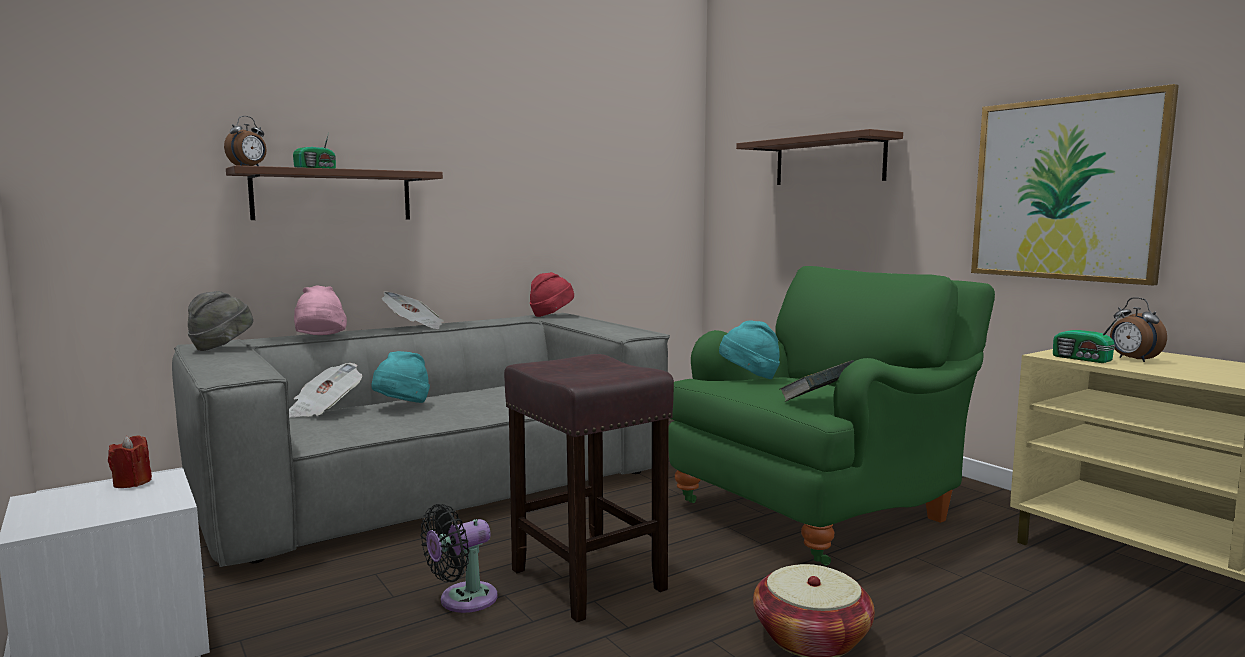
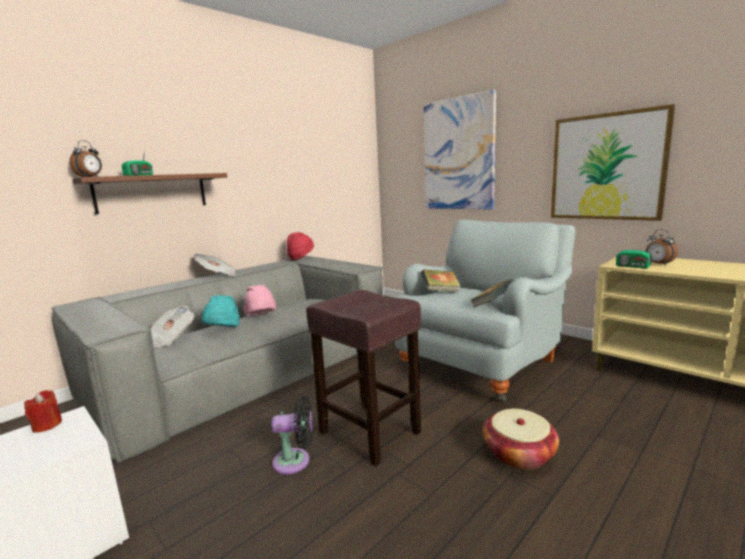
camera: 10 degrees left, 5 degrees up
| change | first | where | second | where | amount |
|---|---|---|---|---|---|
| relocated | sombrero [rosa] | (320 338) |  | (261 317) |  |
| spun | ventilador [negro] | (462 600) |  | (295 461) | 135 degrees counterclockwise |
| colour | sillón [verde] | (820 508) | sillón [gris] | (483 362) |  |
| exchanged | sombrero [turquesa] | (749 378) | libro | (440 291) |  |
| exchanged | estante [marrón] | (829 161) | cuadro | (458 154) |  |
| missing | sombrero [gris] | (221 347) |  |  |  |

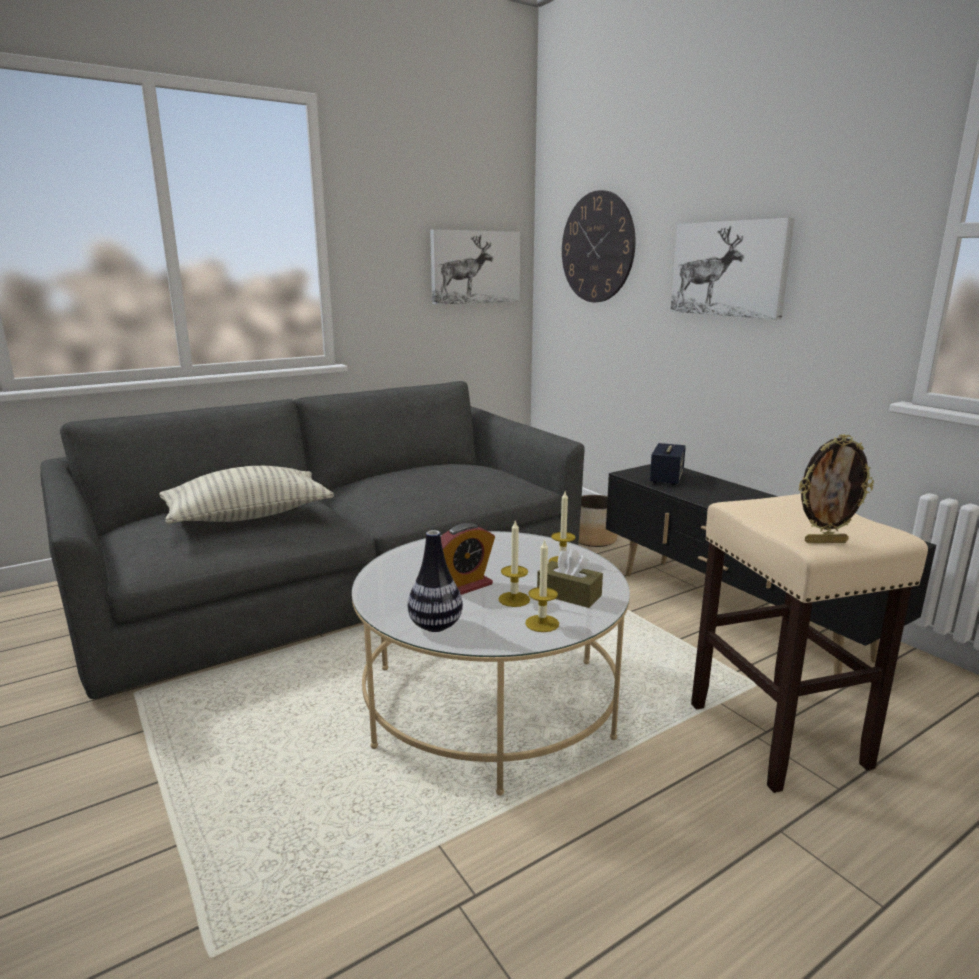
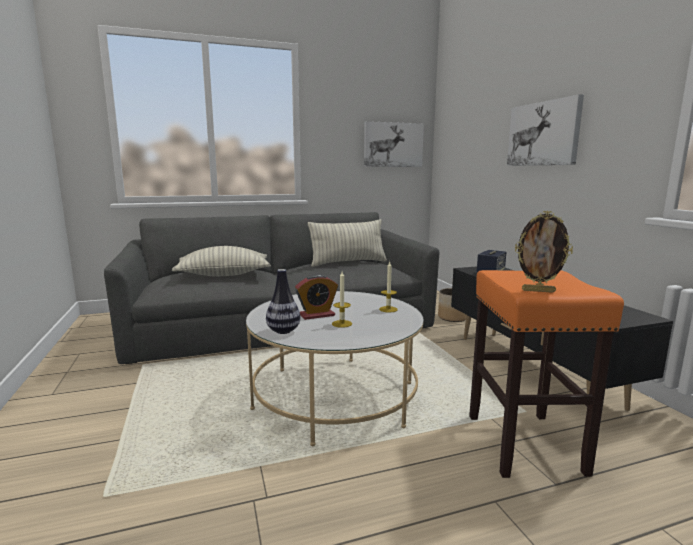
camera: 15 degrees right, 5 degrees down
| change | first | where | second | where | amount |
|---|---|---|---|---|---|
| appeared |  |  | cojín | (348 263) |  |
| colour | taburete [beis] | (779 736) | taburete [naranja] | (525 444) |  |
| missing | vela | (542 623) |  |  |  |
| missing | caja de pañuelos [marrón] | (569 595) |  |  |  |
| missing | reloj de pared | (597 247) |  |  |  |

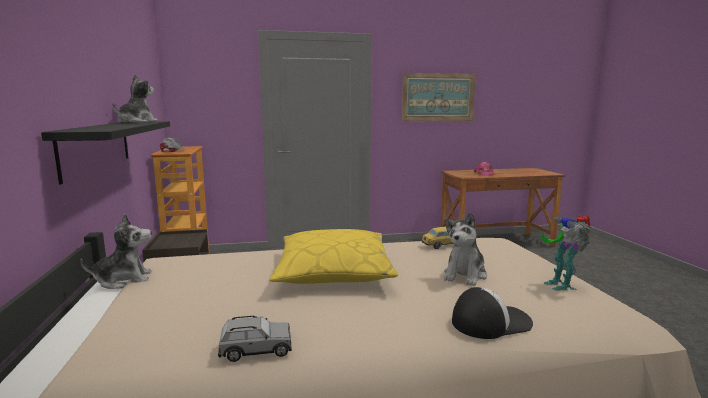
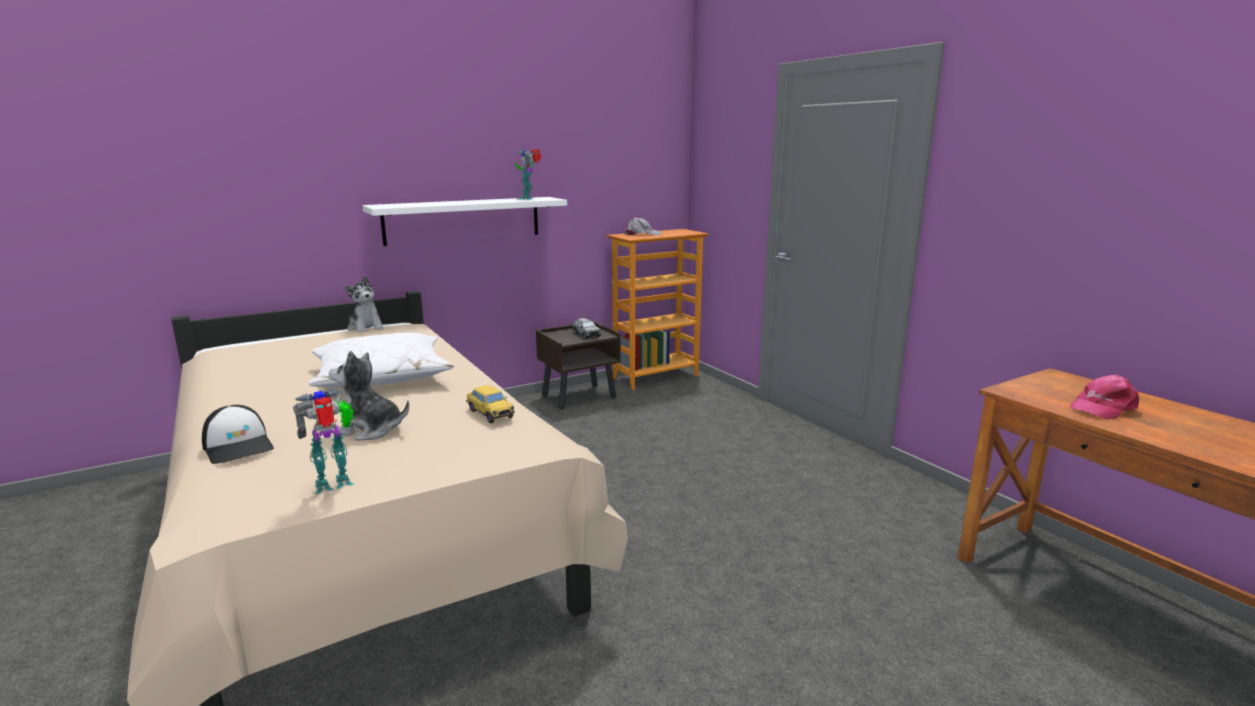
camera: 70 degrees right, 5 degrees up
| change | first | where | second | where | amount |
|---|---|---|---|---|---|
| colour | cojín [amarillo] | (333 271) | cojín [blanco] | (382 376) |  |
| colour | estante [negro] | (97 147) | estante [blanco] | (463 220) |  |
| exchanged | peluche | (137 122) | robot de juguete | (527 198) |  |
| relocated | coche de juguete [gris] | (256 350) |  | (586 334) |  |
| missing | cuadro | (438 97) |  |  |  |

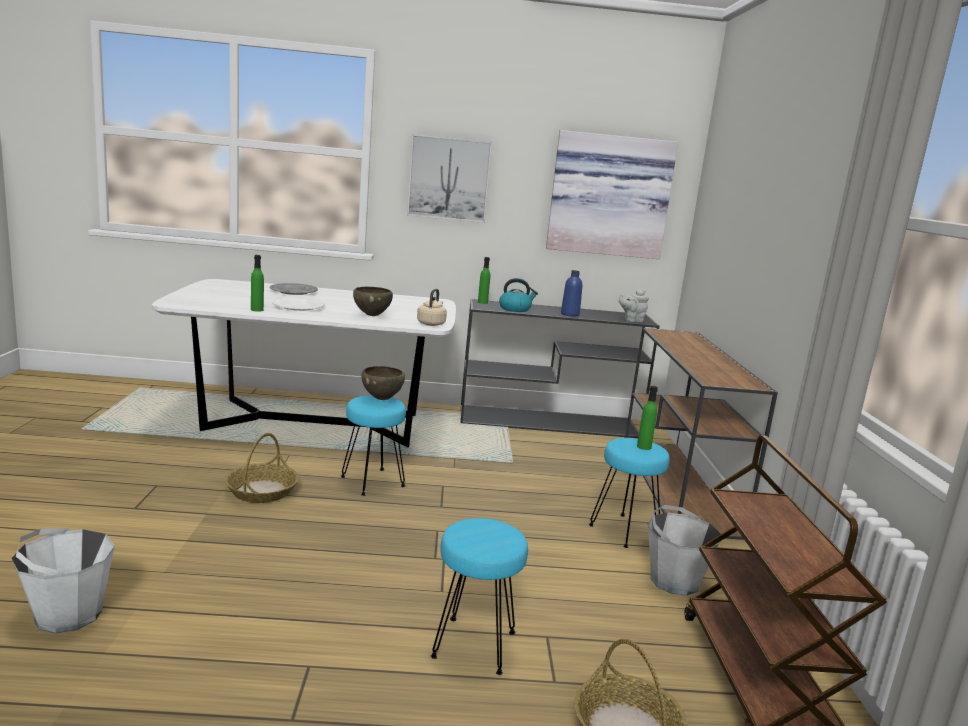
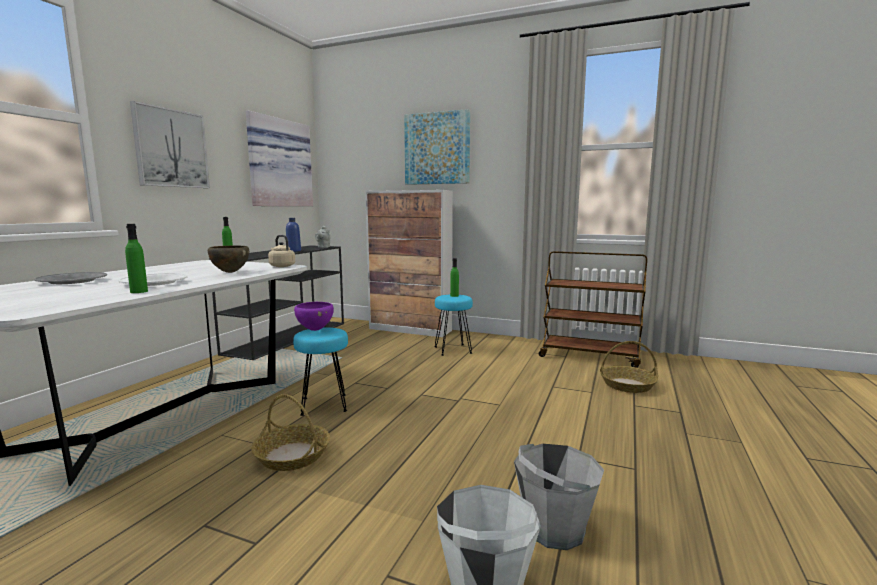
camera: 65 degrees left, 5 degrees down
| change | first | where | second | where | amount |
|---|---|---|---|---|---|
| colour | cuenco [marrón] | (382 399) | cuenco [morado] | (315 330) |  |
| exchanged | mesa consola [marrón] | (678 485) | armario | (410 330) |  |
| appeared |  |  | cuadro | (437 148) |  |
| relocated | cubo [gris] | (674 581) |  | (554 528) |  |
| missing | taburete [turquesa] | (473 646) |  |  |  |
| missing | hervidor | (515 309) |  |  |  |

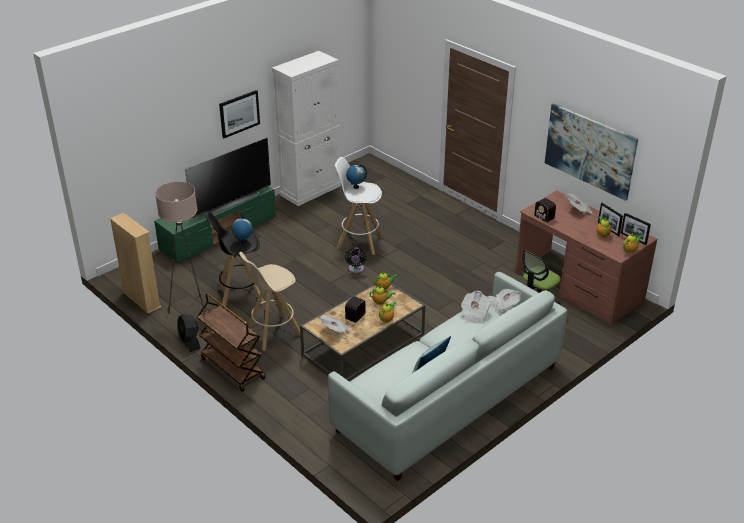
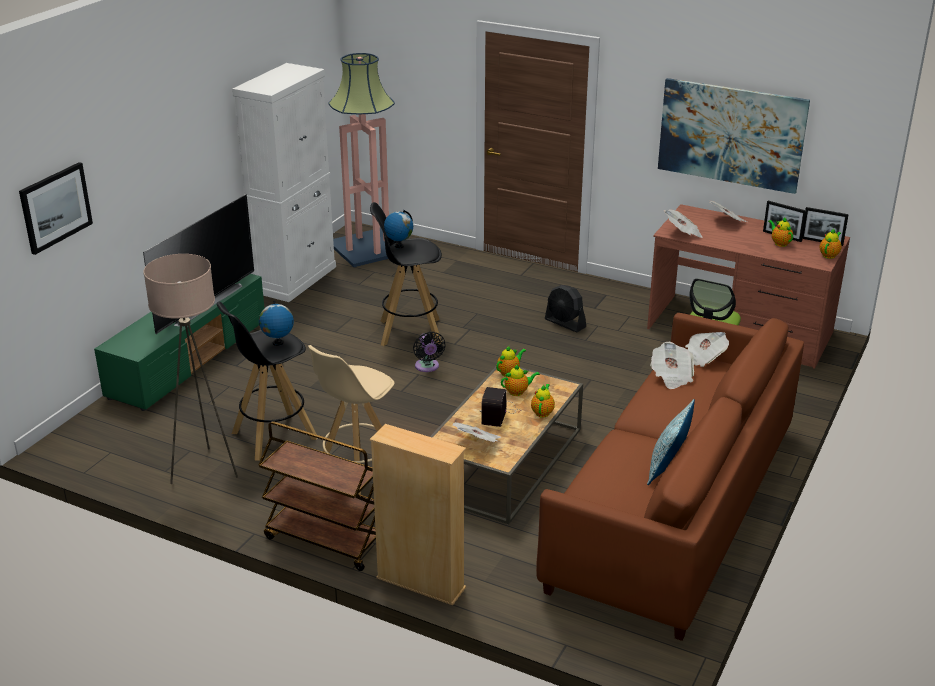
camera: 20 degrees left, 5 degrees down
| change | first | where | second | where | amount |
|---|---|---|---|---|---|
| relocated | cuadro | (239 113) |  | (55 207) |  |
| appeared |  |  | lámpara de pie | (368 248) |  |
| colour | taburete [blanco] | (359 242) | taburete [negro] | (409 332) |  |
| relocated | estantería [beis] | (142 300) |  | (420 583) |  |
| colour | sofá [blanco] | (449 399) | sofá [marrón] | (674 507) |  |
| relocated | ventilador [negro] | (189 341) |  | (565 323) |  |
| exchanged | radio | (540 213) | periódico | (683 233) |  |

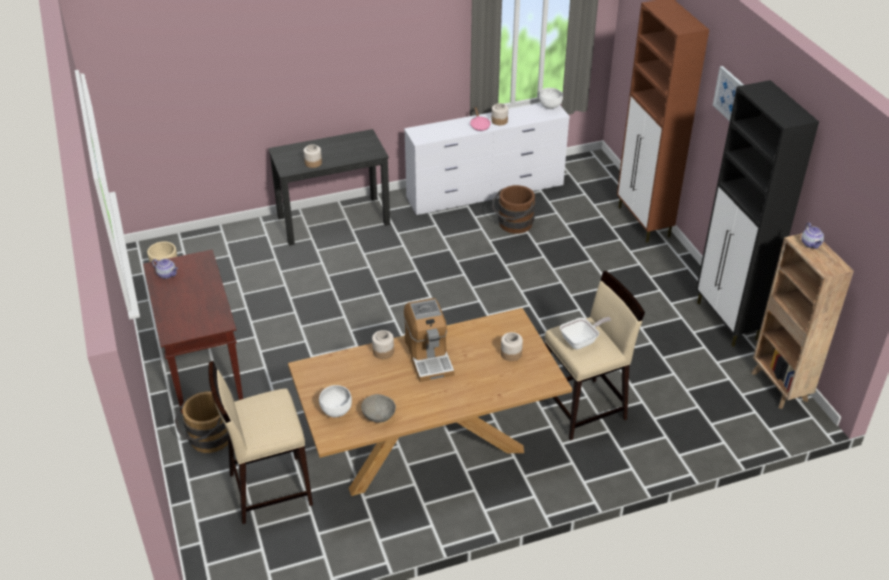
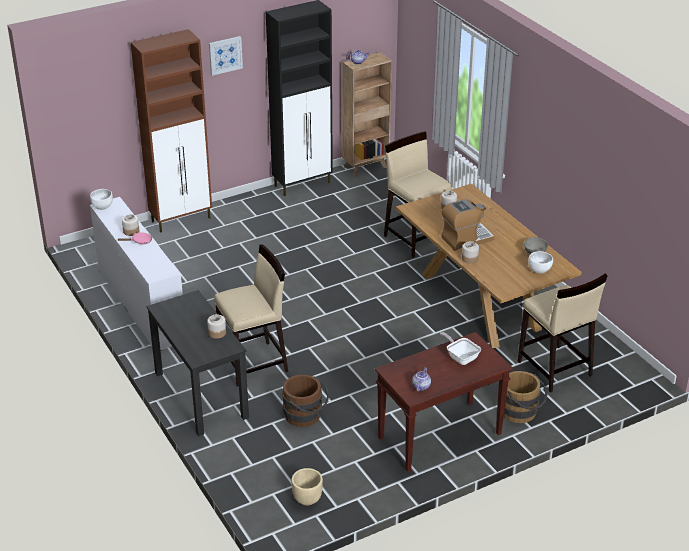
camera: 100 degrees left, 5 degrees down
| change | first | where | second | where | amount |
|---|---|---|---|---|---|
| appeared |  |  | taburete [beis] | (254 364) |  |
| relocated | cubo [marrón] | (513 225) |  | (306 416) |  |
| relocated | sartén | (581 341) |  | (460 357) |  |

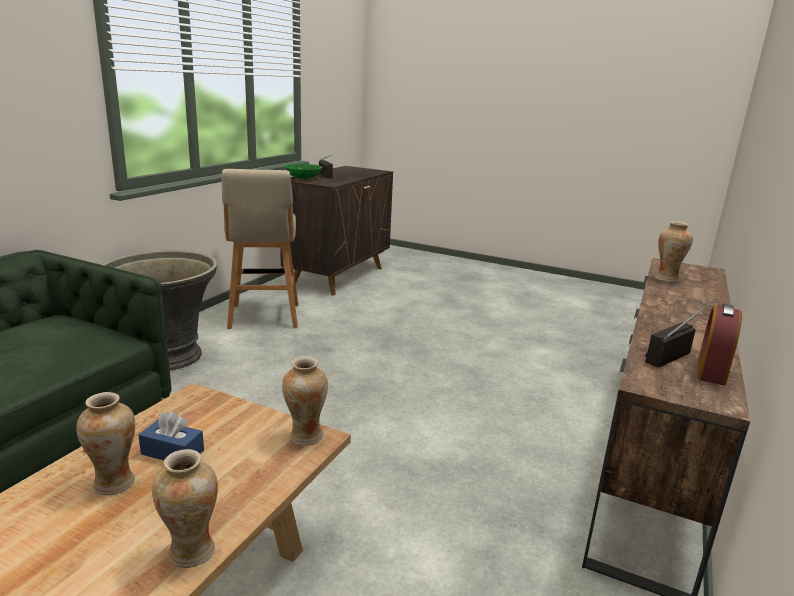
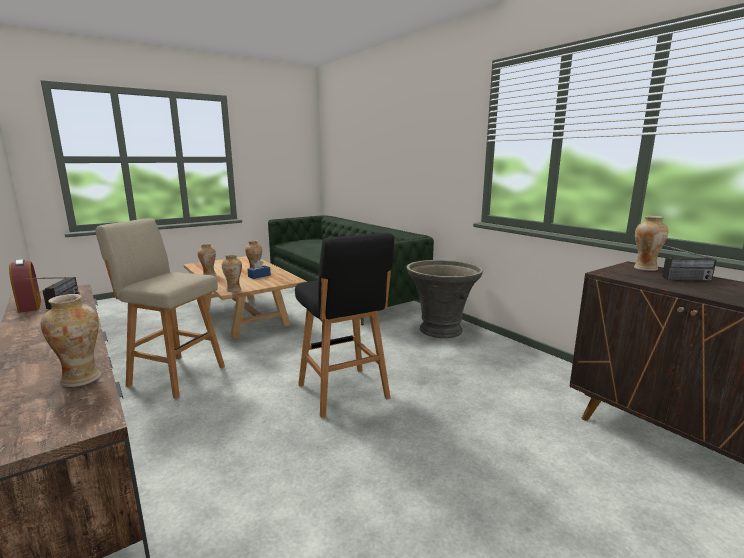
camera: 120 degrees right, 5 degrees down
| change | first | where | second | where | amount |
|---|---|---|---|---|---|
| relocated | taburete [beis] | (264 317) |  | (175 375) |  |
| appeared |  |  | taburete [negro] | (344 393) |  |
| exchanged | cuenco [verde] | (303 178) | florero | (645 268) |  |

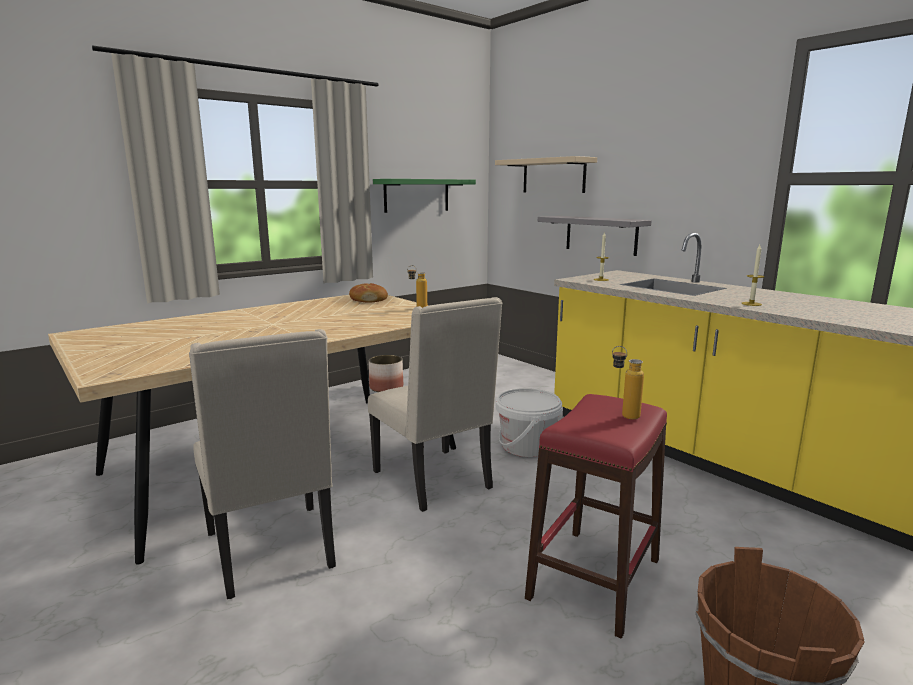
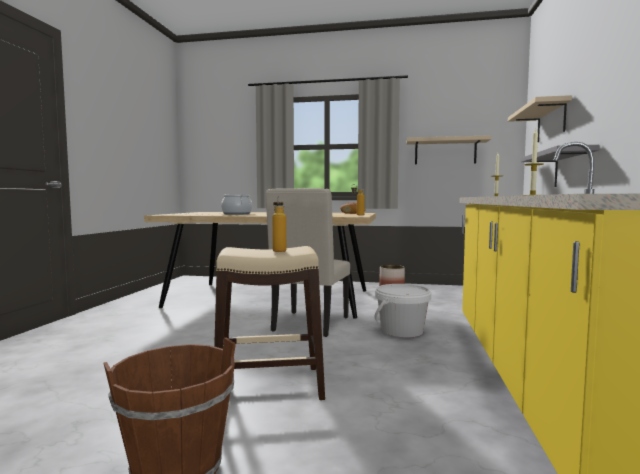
camera: 50 degrees right, 10 degrees down
| change | first | where | second | where | amount |
|---|---|---|---|---|---|
| colour | taburete [rojo] | (596 578) | taburete [beis] | (269 386) |  |
| appeared |  |  | olla | (236 214) |  |
| colour | estante [verde] | (416 195) | estante [beis] | (445 152) |  |
| missing | silla [beis] | (273 551) |  |  |  |

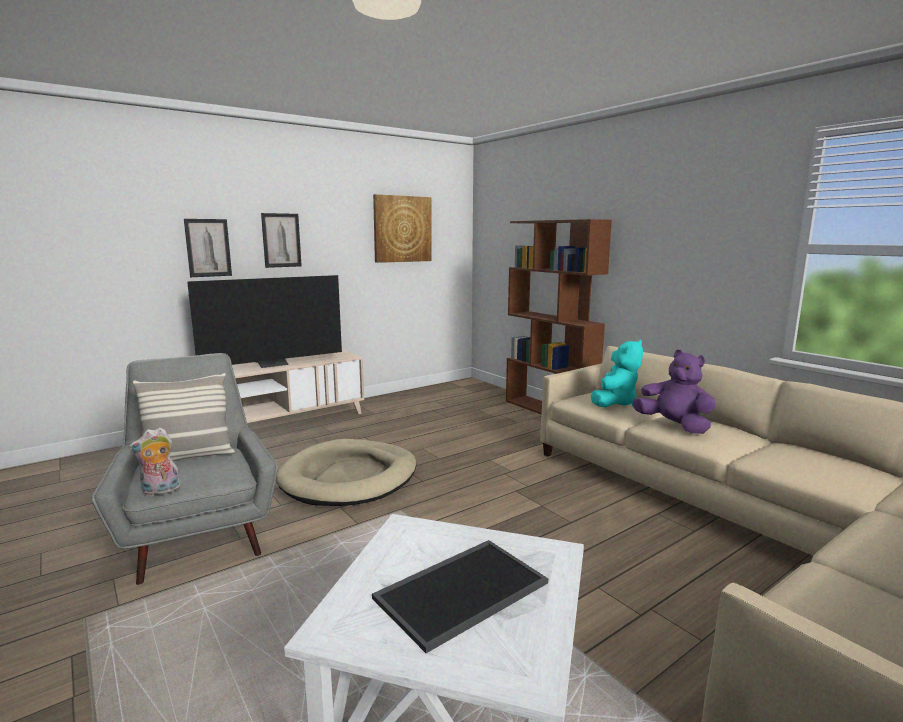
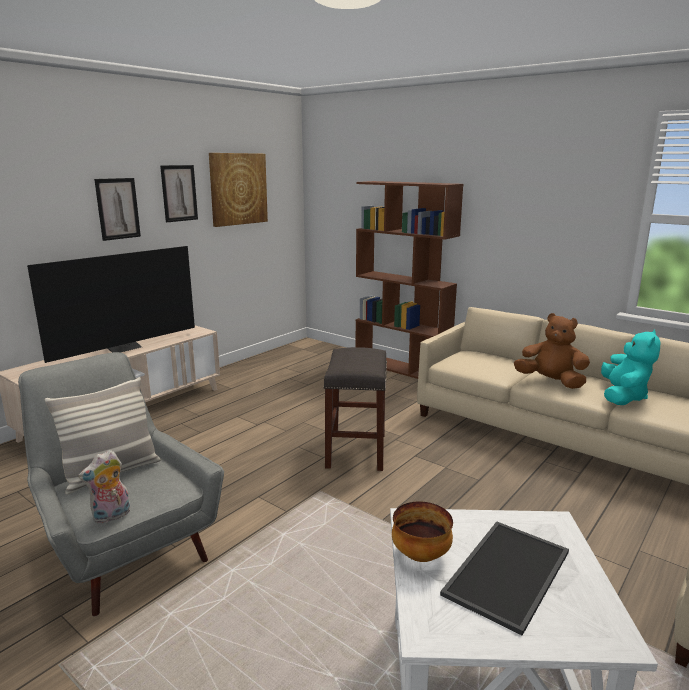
camera: 15 degrees left, 5 degrees up
| change | first | where | second | where | amount |
|---|---|---|---|---|---|
| relocated | cuadro | (208 248) |  | (179 193) |  |
| appeared |  |  | taburete [gris] | (356 451) |  |
| appeared |  |  | cuenco | (421 555) |  |
| colour | peluche [morado] | (674 426) | peluche [marrón] | (551 382) |  |
| relocated | peluche [turquesa] | (614 402) |  | (623 396) |  |
| missing | cama para perro [beis] | (349 477) |  |  |  |

